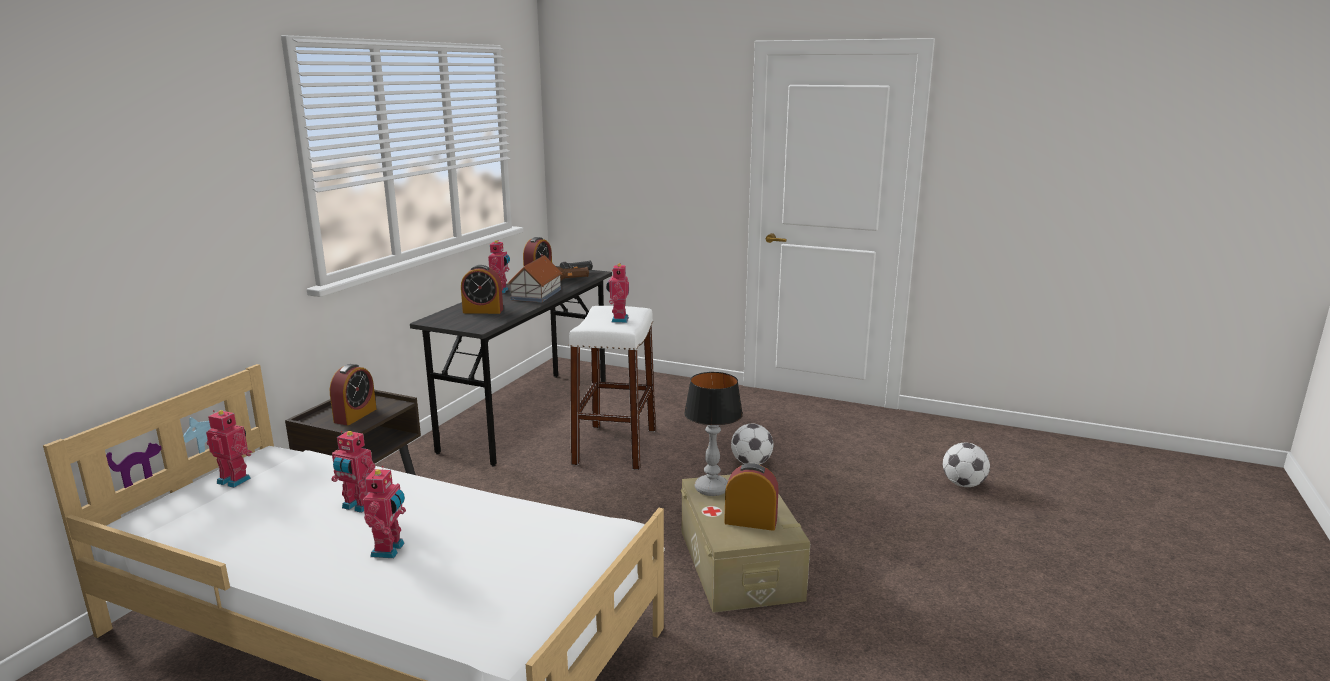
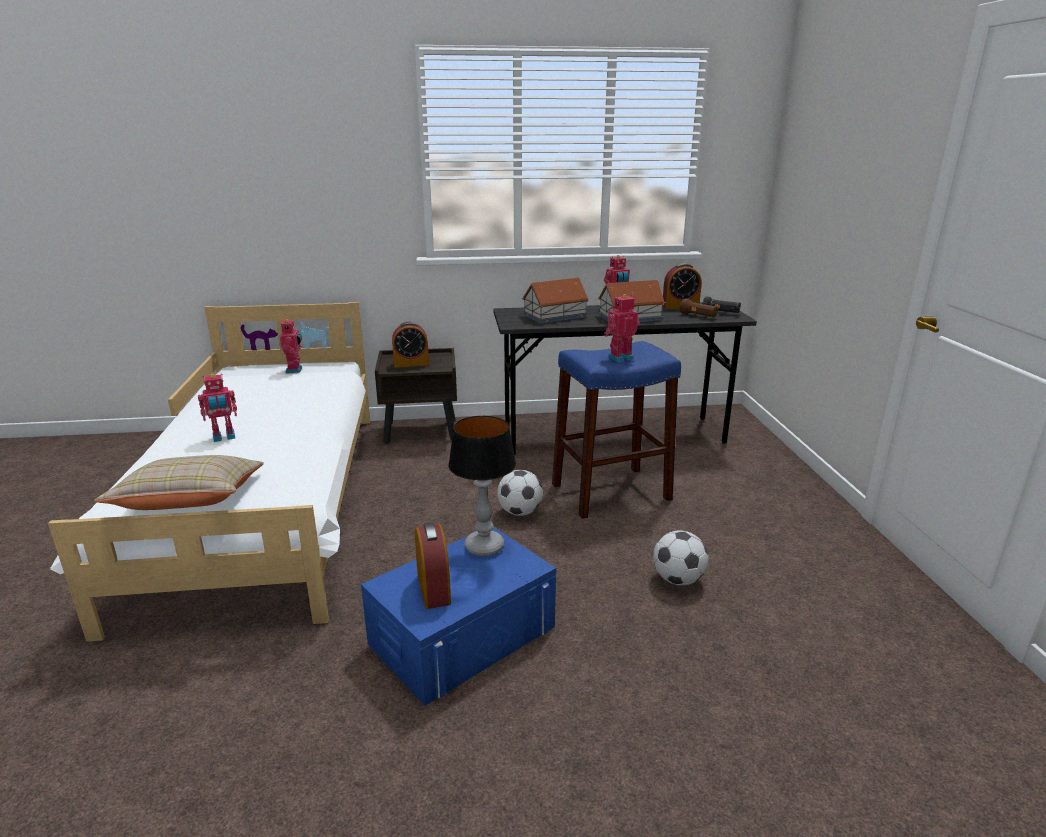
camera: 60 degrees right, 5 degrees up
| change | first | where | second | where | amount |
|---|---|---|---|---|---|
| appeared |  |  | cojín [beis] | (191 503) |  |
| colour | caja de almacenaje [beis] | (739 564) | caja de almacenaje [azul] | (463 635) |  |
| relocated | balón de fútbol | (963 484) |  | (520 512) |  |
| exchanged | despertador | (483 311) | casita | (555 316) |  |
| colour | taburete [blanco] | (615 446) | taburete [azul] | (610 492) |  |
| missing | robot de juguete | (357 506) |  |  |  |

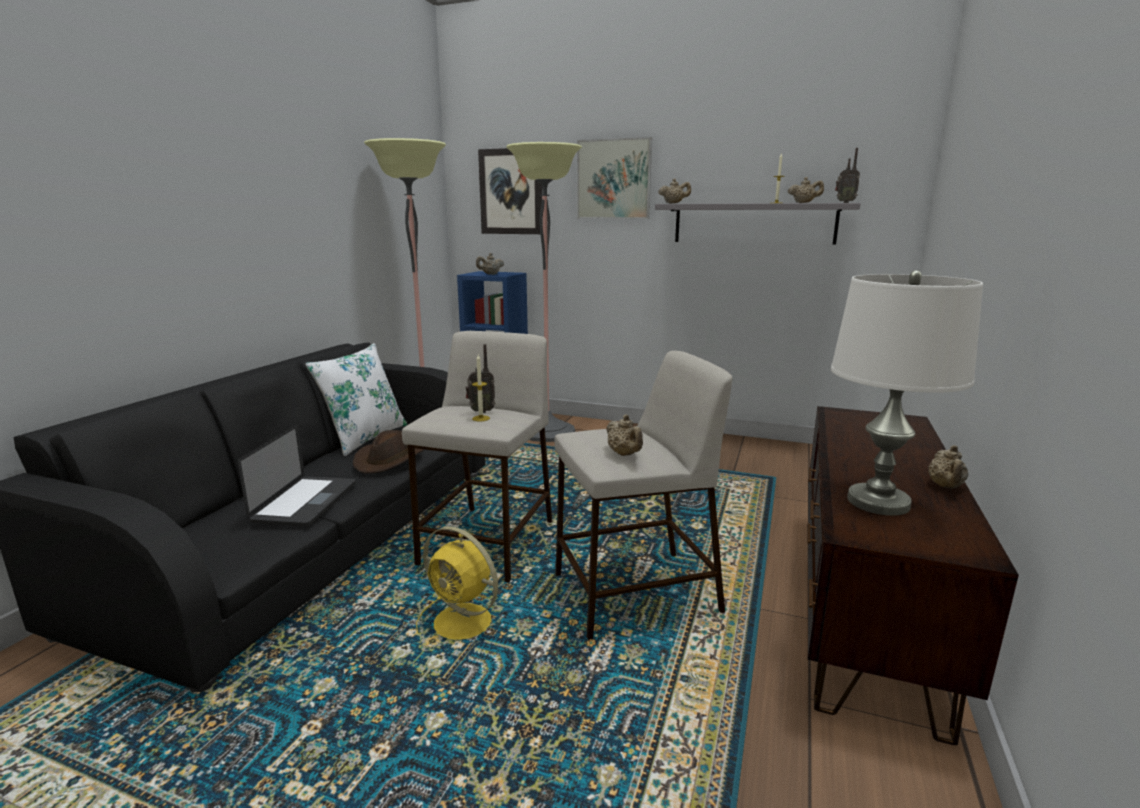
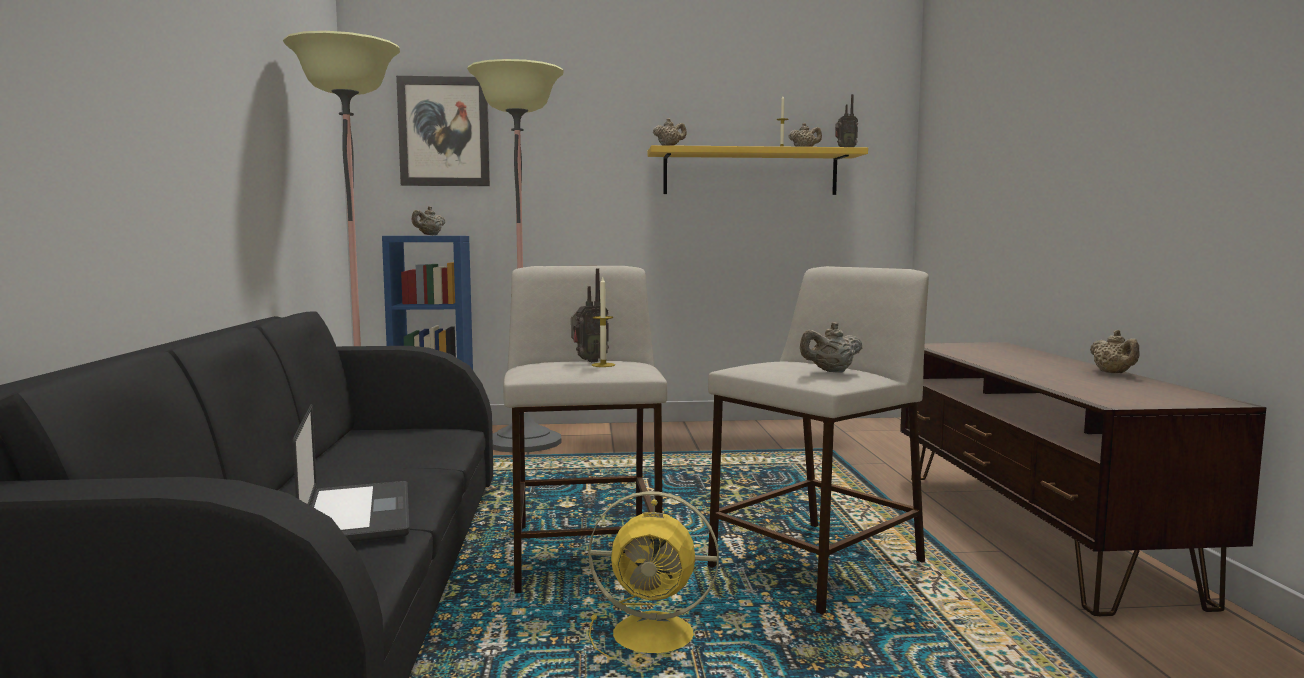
camera: 25 degrees left, 10 degrees down
| change | first | where | second | where | amount |
|---|---|---|---|---|---|
| colour | estante [gris] | (754 223) | estante [amarillo] | (750 173) |  |
| spun | tetera [beis] | (624 454) |  | (831 371) | 120 degrees clockwise |
| missing | cojín [blanco] | (364 437) |  |  |  |
| missing | sombrero [marrón] | (388 460) |  |  |  |
| missing | cuadro | (613 179) |  |  |  |
| missing | lámpara de mesa [blanco] | (878 502) |  |  |  |

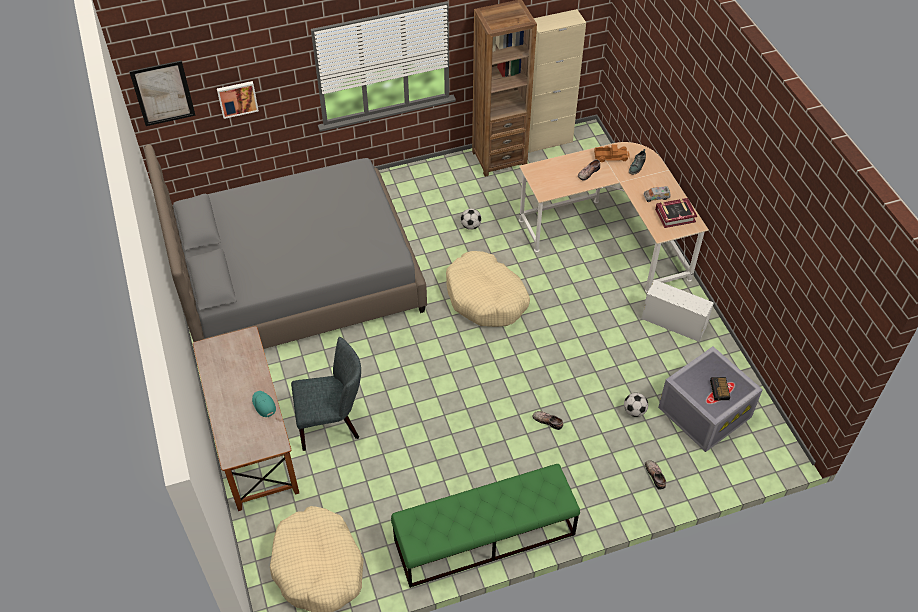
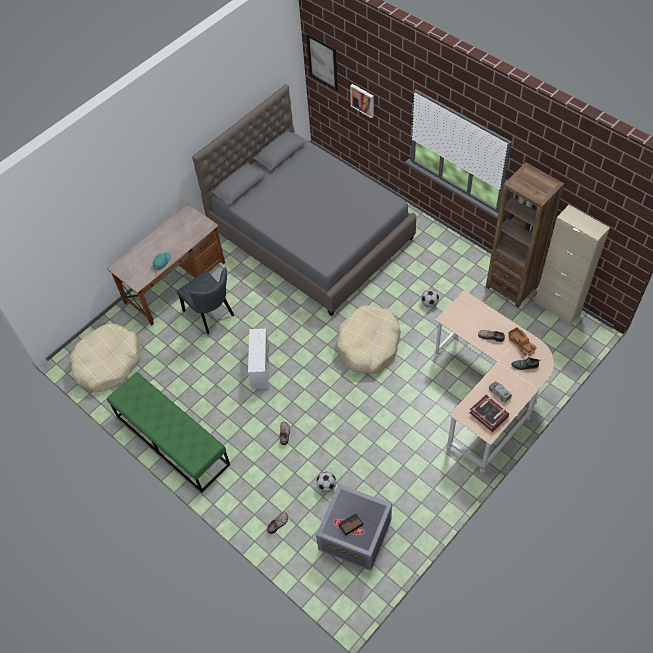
camera: 65 degrees right, 5 degrees up
| change | first | where | second | where | amount |
|---|---|---|---|---|---|
| relocated | caja de almacenaje [blanco] | (672 323) |  | (260 366) |  |

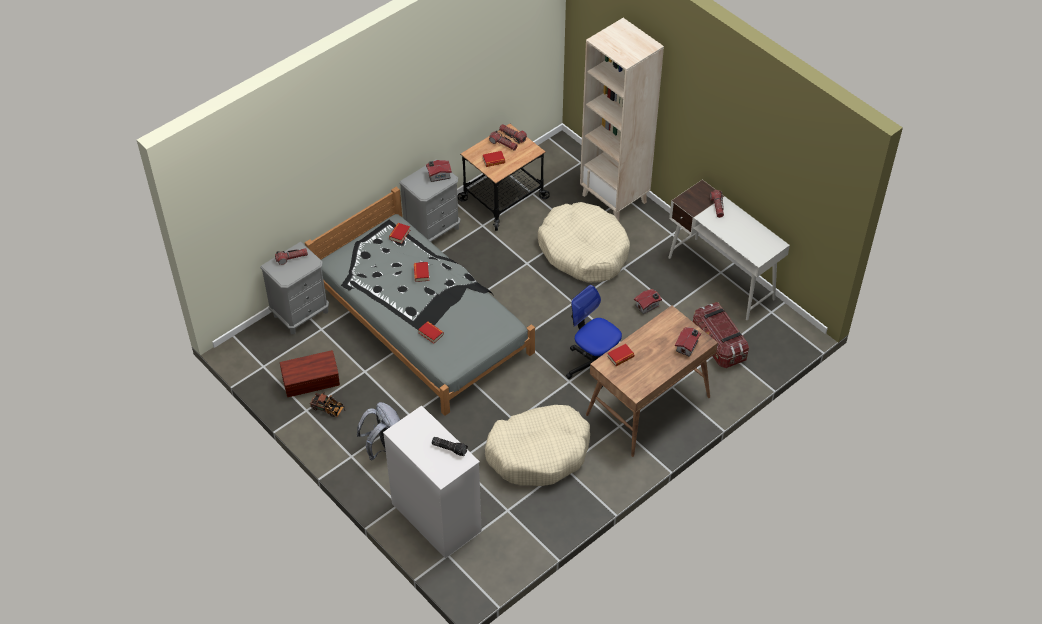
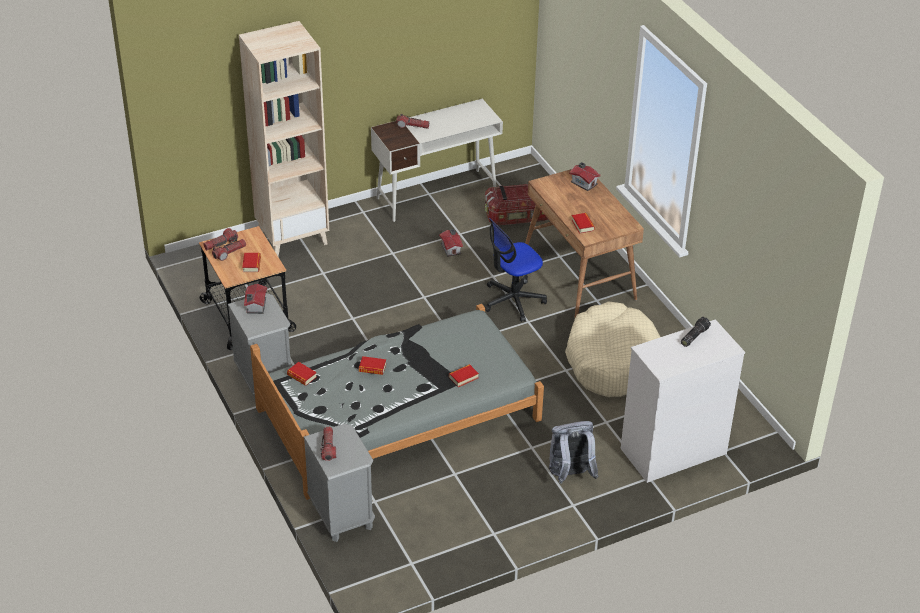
camera: 75 degrees left, 10 degrees down
| change | first | where | second | where | amount |
|---|---|---|---|---|---|
| missing | caja de almacenaje [marrón] | (312 382) |  |  |  |
| missing | camión de juguete | (329 409) |  |  |  |
| missing | cama para perro [beis] | (583 251) |  |  |  |

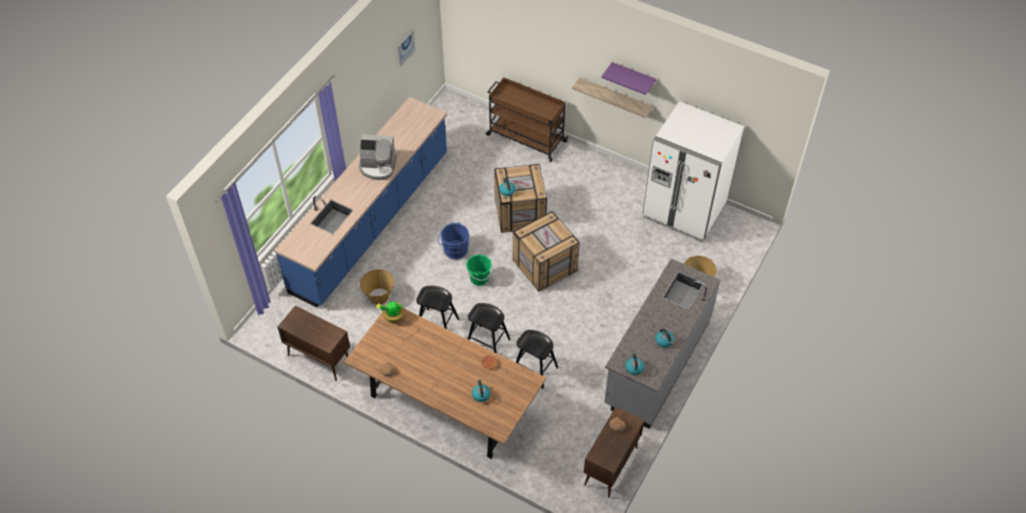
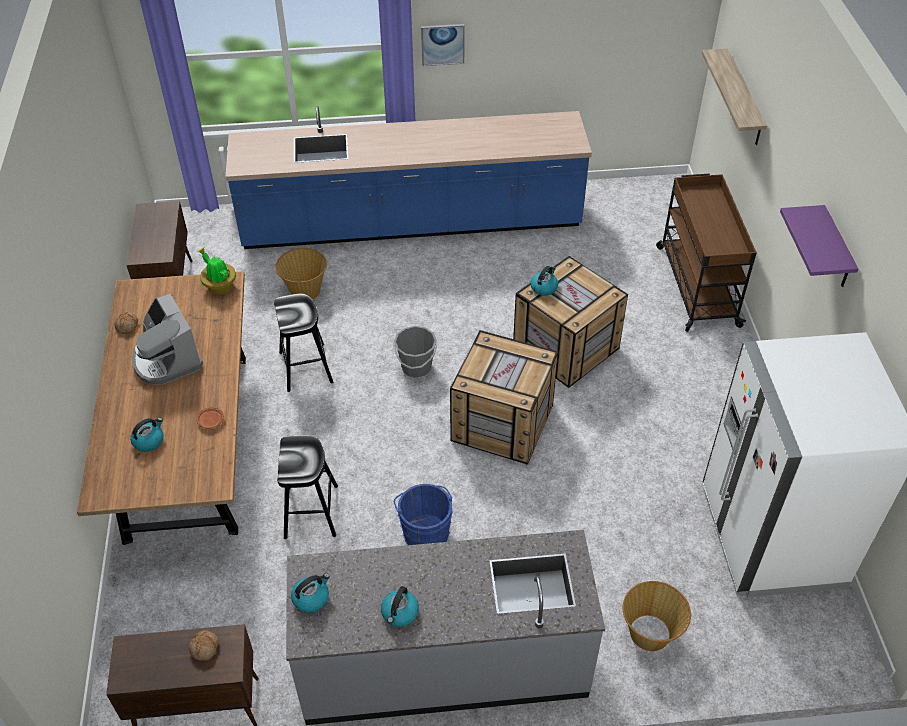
camera: 55 degrees right, 5 degrees down
| change | first | where | second | where | amount |
|---|---|---|---|---|---|
| relocated | cafetera | (378 167) |  | (167 360) |  |
| colour | cubo [verde] | (479 278) | cubo [gris] | (416 367) |  |
| relocated | cubo [azul] | (454 249) |  | (425 531) |  |
| relocated | cuadro | (405 48) |  | (442 44) |  |
| relocated | estante | (615 98) |  | (743 98) |  |
| missing | taburete [negro] | (488 342) |  |  |  |

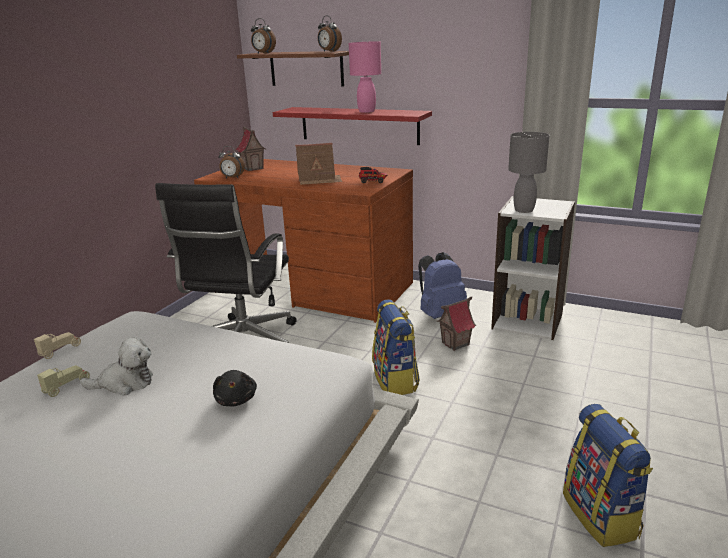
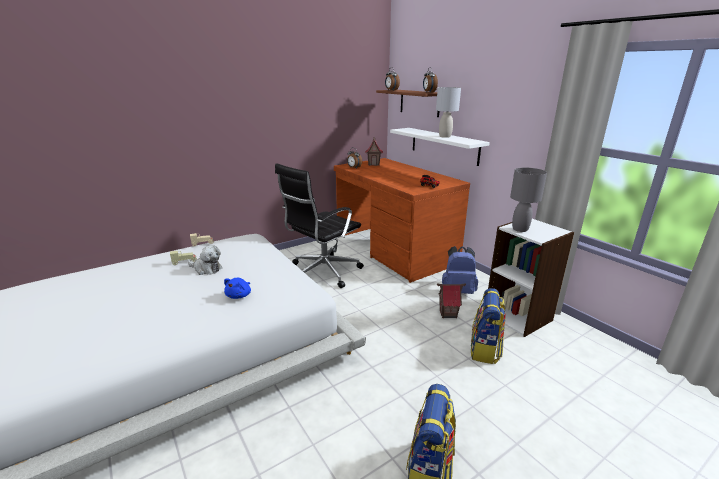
camera: 30 degrees right, 0 degrees up
| change | first | where | second | where | amount |
|---|---|---|---|---|---|
| colour | peluche [negro] | (236 399) | peluche [azul] | (239 295) |  |
| colour | estante [rojo] | (359 125) | estante [blanco] | (444 145) |  |
| colour | lámpara de mesa [rosa] | (366 111) | lámpara de mesa [gris] | (445 136) |  |
| relocated | mochila | (396 380) |  | (485 350) |  |
| missing | casita | (319 180) |  |  |  |

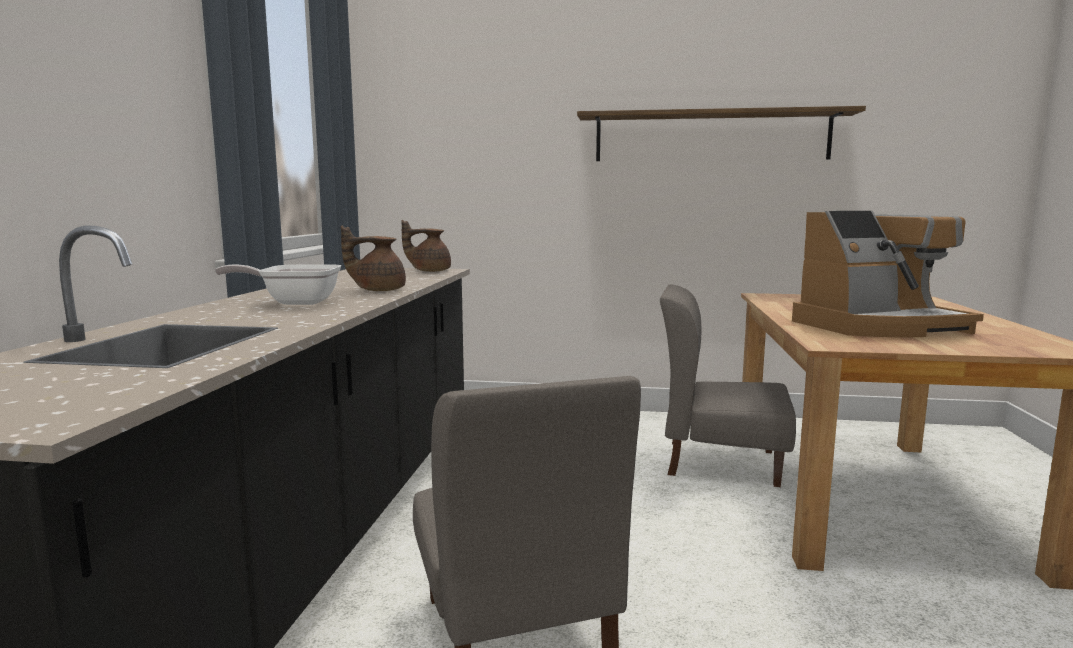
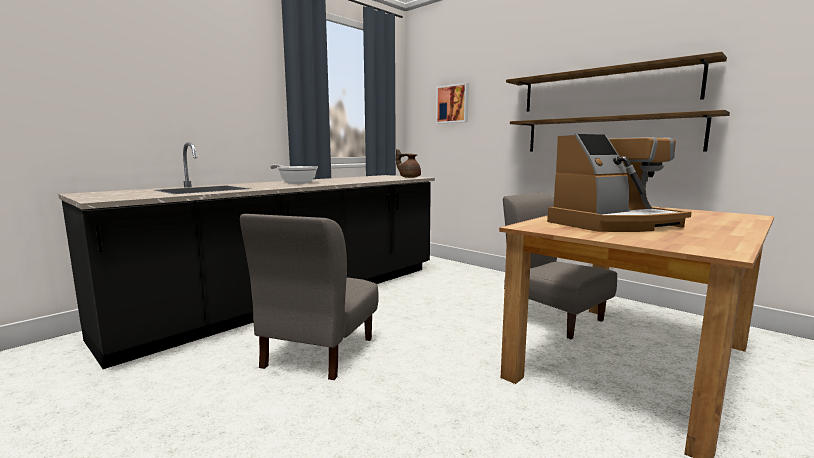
camera: 35 degrees right, 0 degrees up
| change | first | where | second | where | amount |
|---|---|---|---|---|---|
| appeared |  |  | cuadro | (453 104) |  |
| appeared |  |  | estante | (608 134) |  |
| spun | cafetera | (879 326) |  | (613 224) | 45 degrees counterclockwise |
| missing | tetera [marrón] | (378 290) |  |  |  |

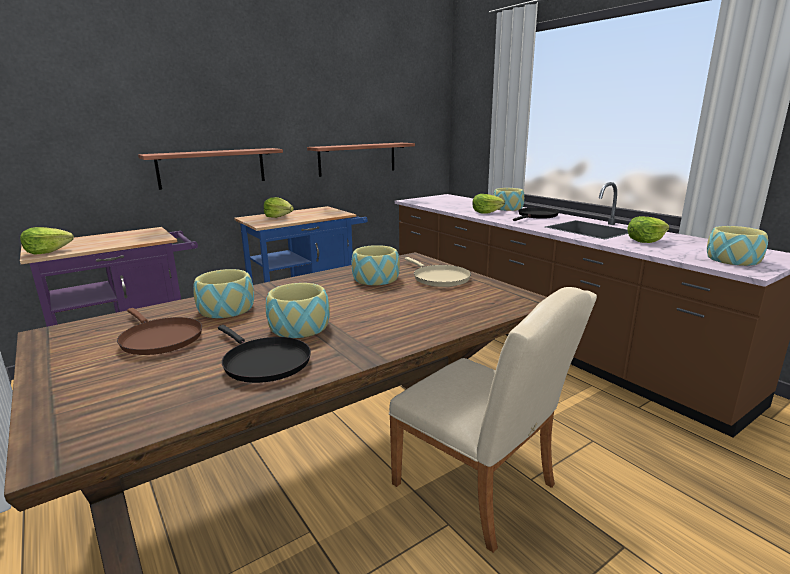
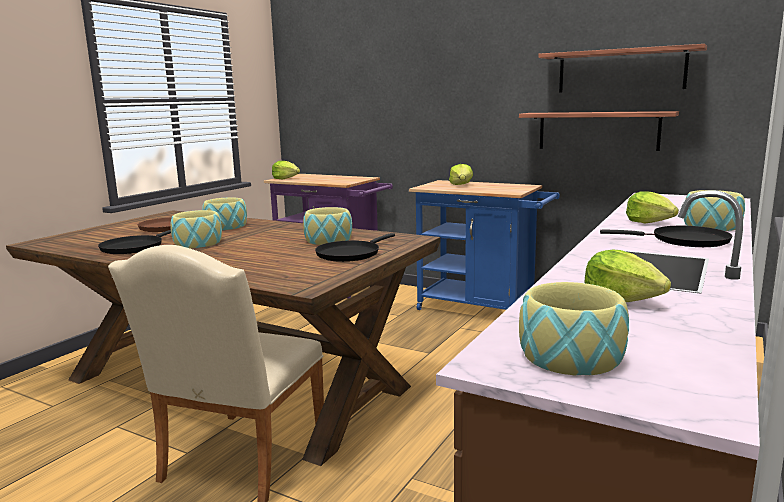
camera: 65 degrees right, 5 degrees down
| change | first | where | second | where | amount |
|---|---|---|---|---|---|
| colour | sartén [beis] | (439 278) | sartén [negro] | (350 254) |  |
| relocated | estante | (212 168) |  | (621 70) |  |

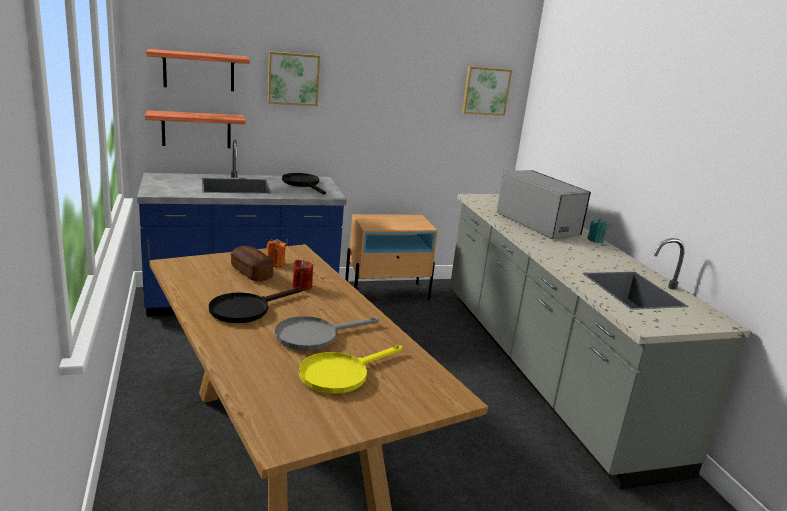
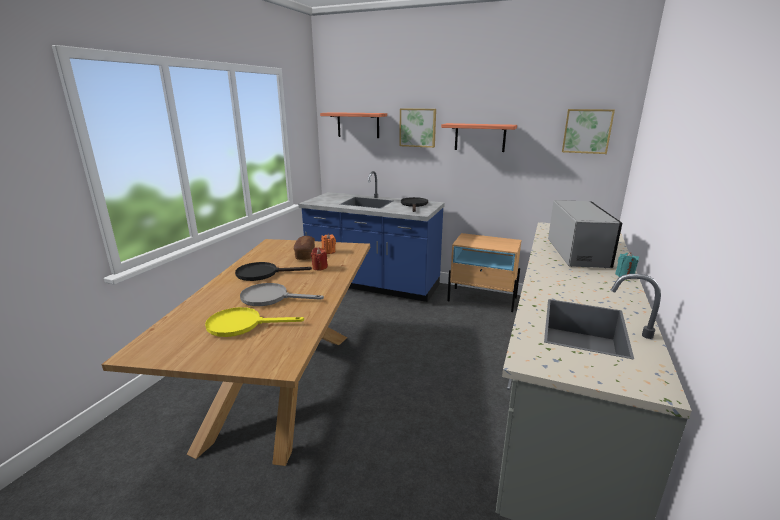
camera: 40 degrees right, 0 degrees up
| change | first | where | second | where | amount |
|---|---|---|---|---|---|
| relocated | estante | (196 129) |  | (480 137) |  |

